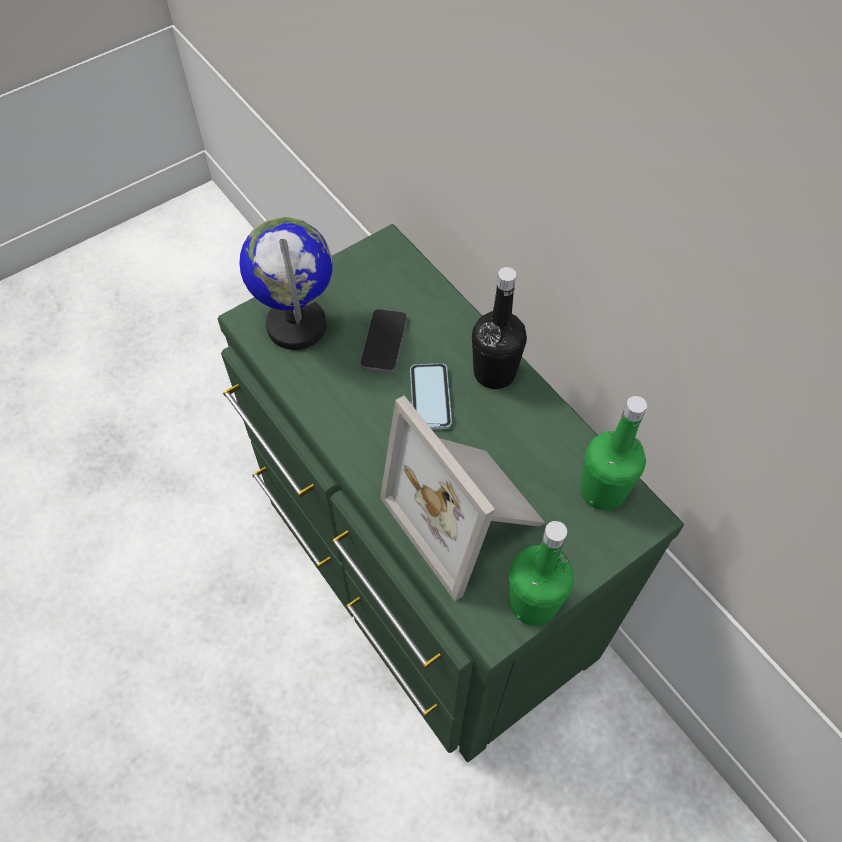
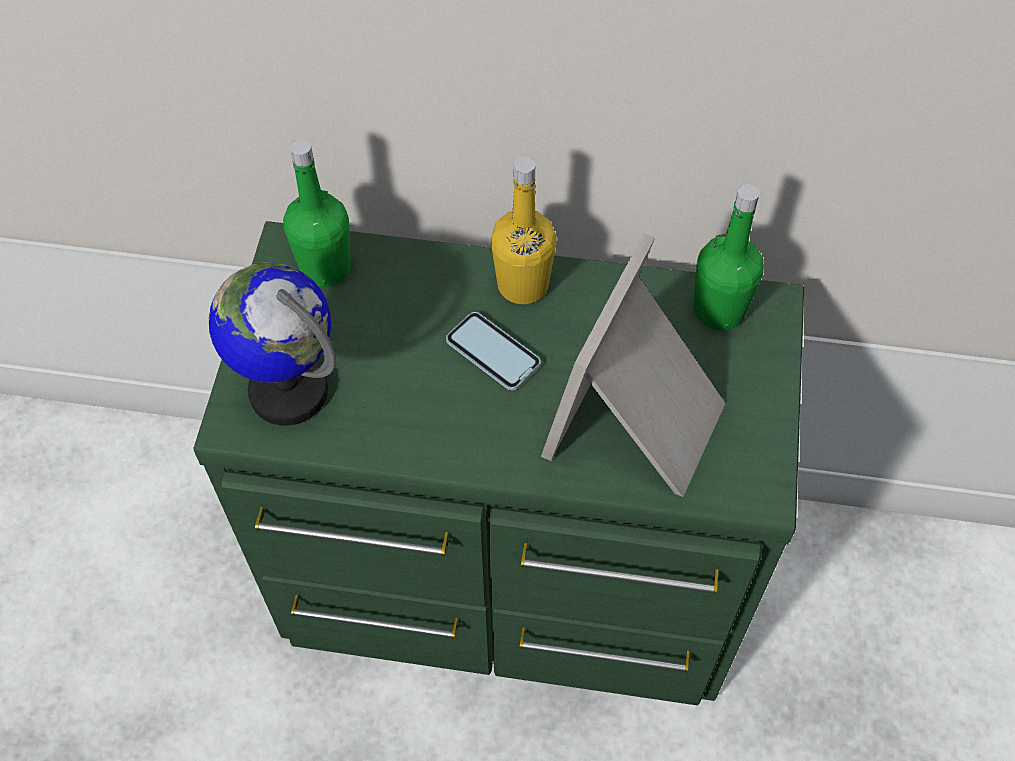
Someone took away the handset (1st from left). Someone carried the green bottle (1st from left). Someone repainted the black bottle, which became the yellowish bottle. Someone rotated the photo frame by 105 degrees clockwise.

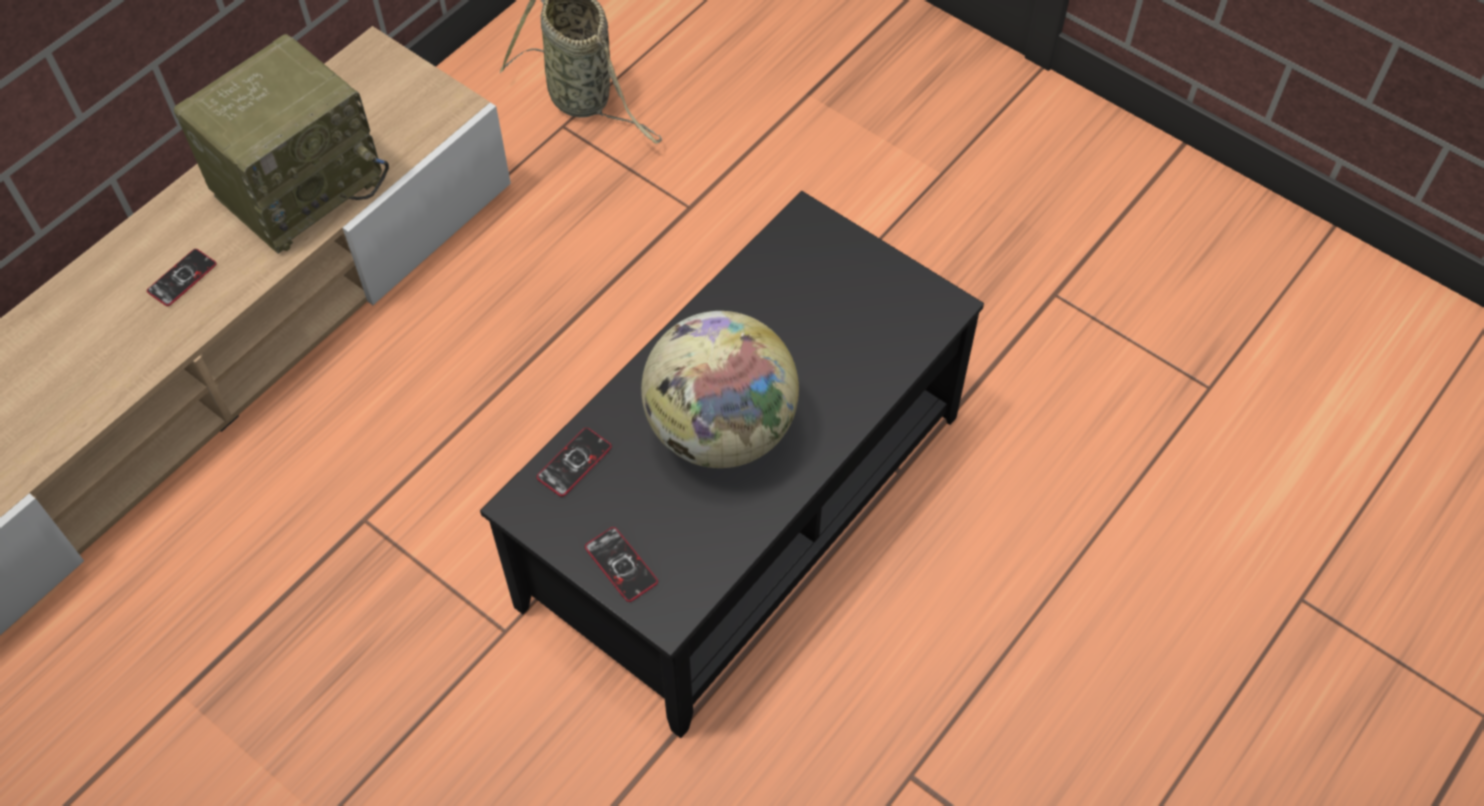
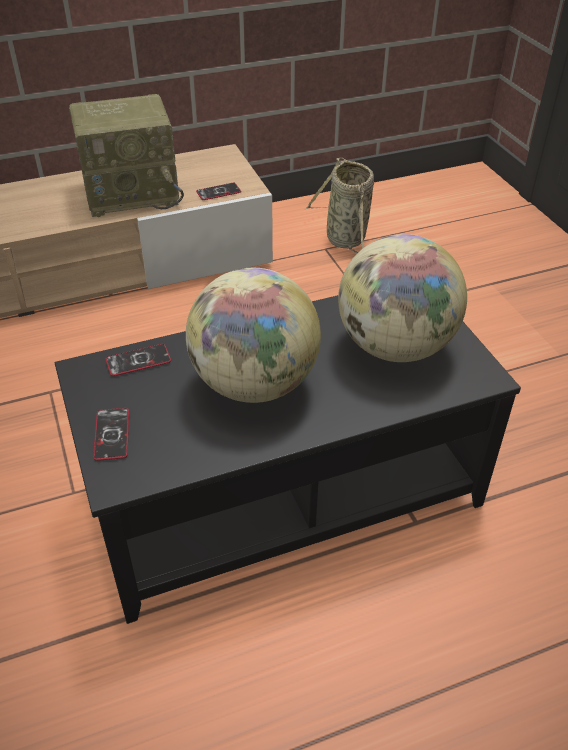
Someone put down the world globe (2nd from left). Someone carried the handset (1st from left in the first image).

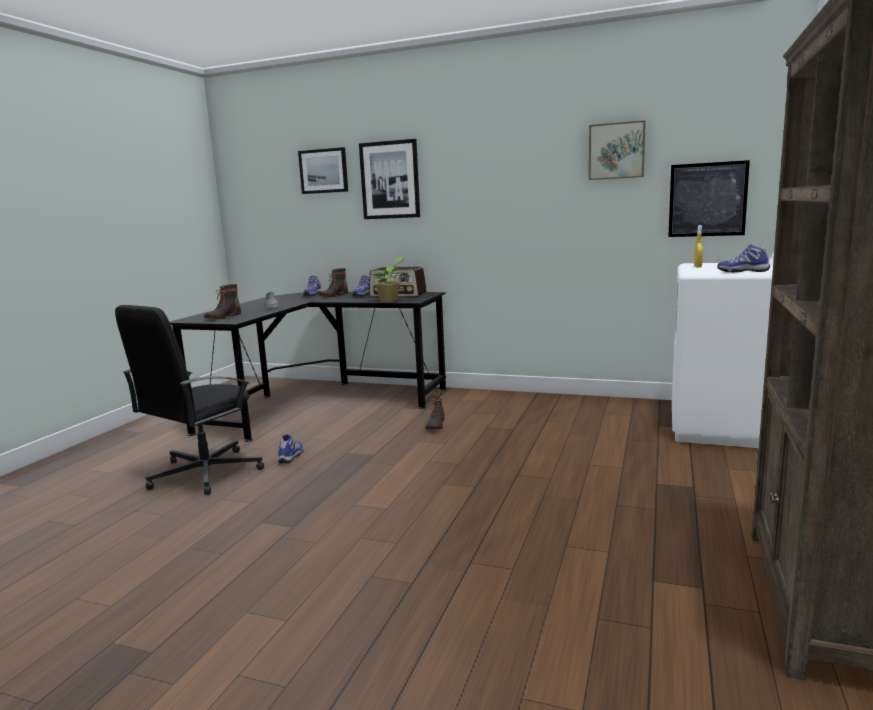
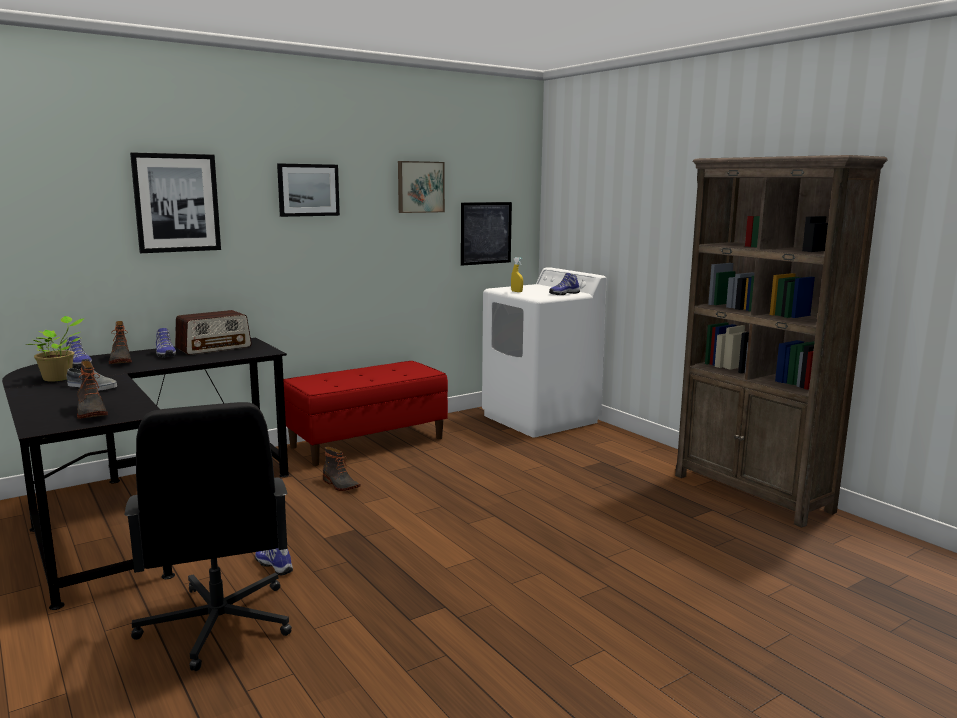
Someone put down the red-coloured bench. Someone carried the wall art (1st from left in the first image). Someone carried the houseplant.

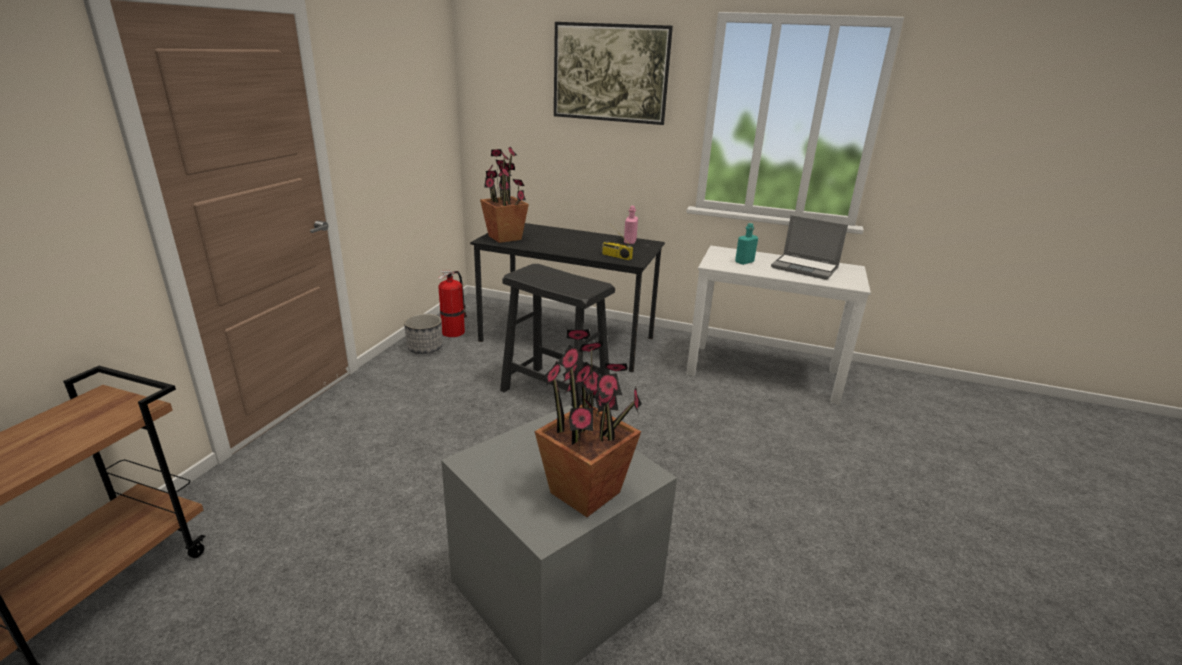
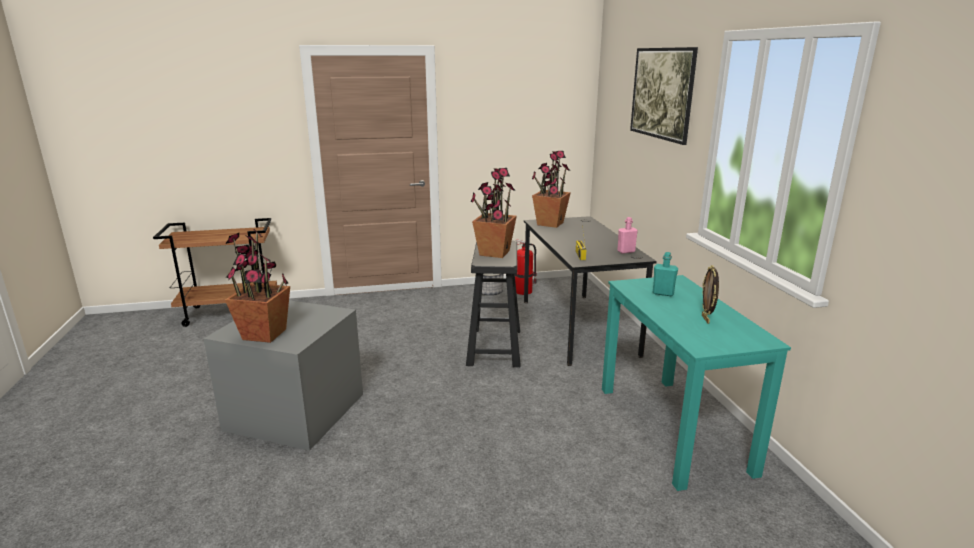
Someone put down the houseplant (2nd from left). Someone swapped the laptop for the photo frame. Someone repainted the white-coloured desk table, which became the blue-green desk table.

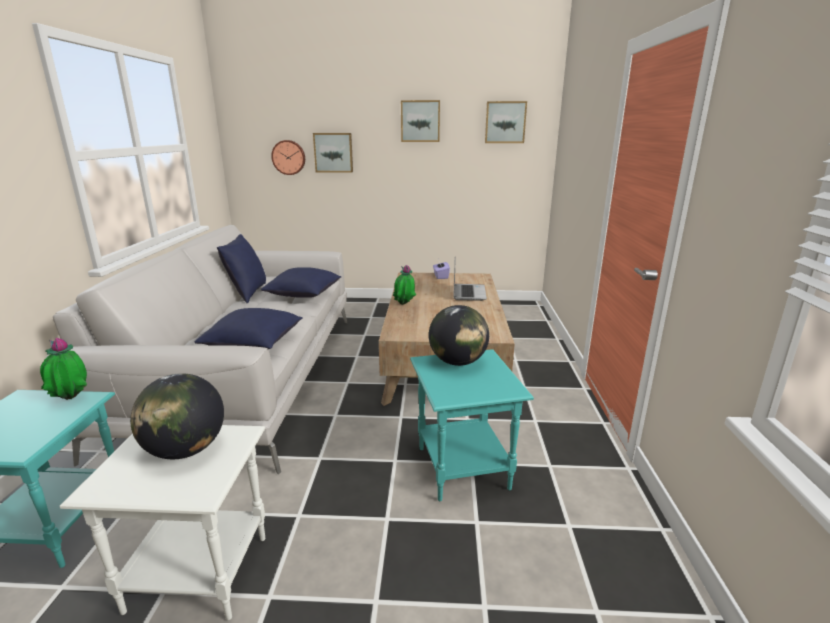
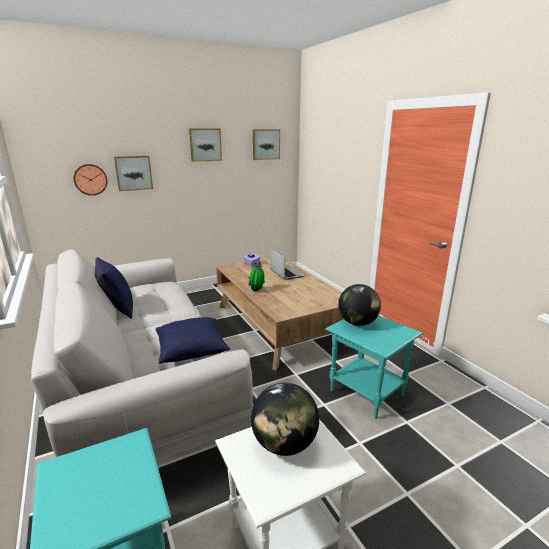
Someone took away the houseplant (1st from left). Someone took away the blue pillow (3rd from left).

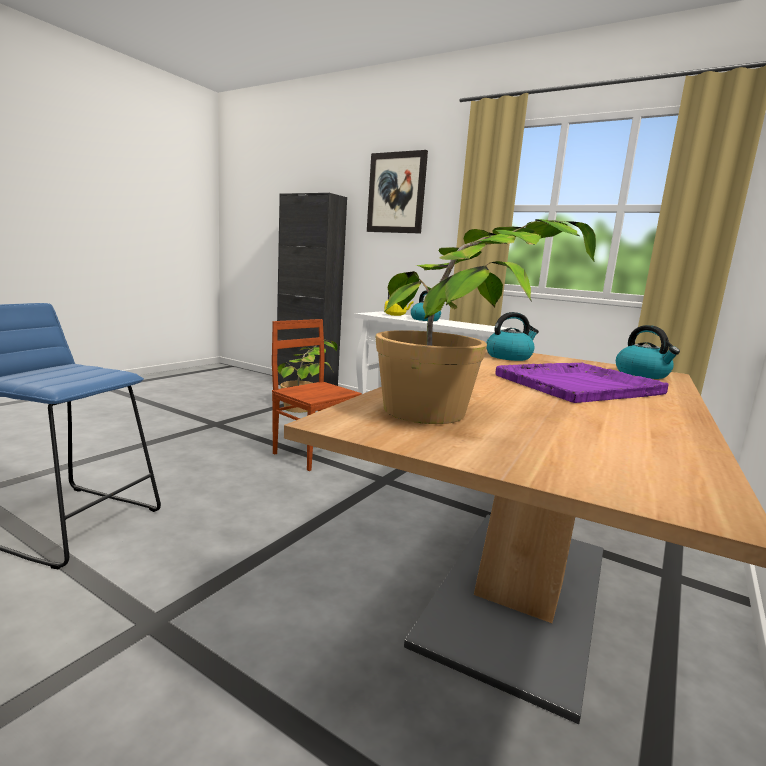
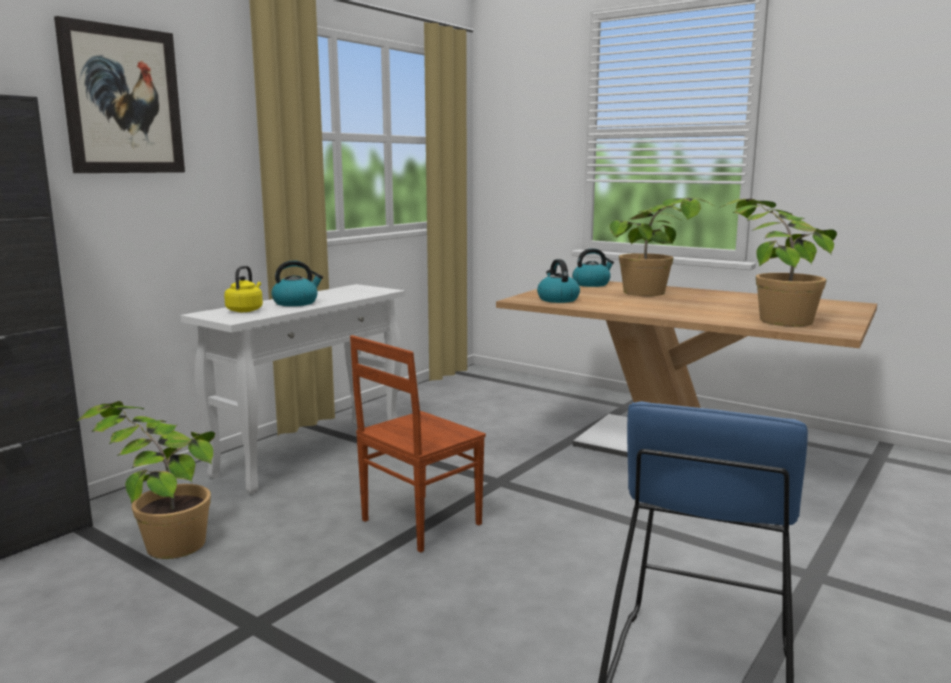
Someone swapped the purplish carrying tray for the houseplant (2nd from left).

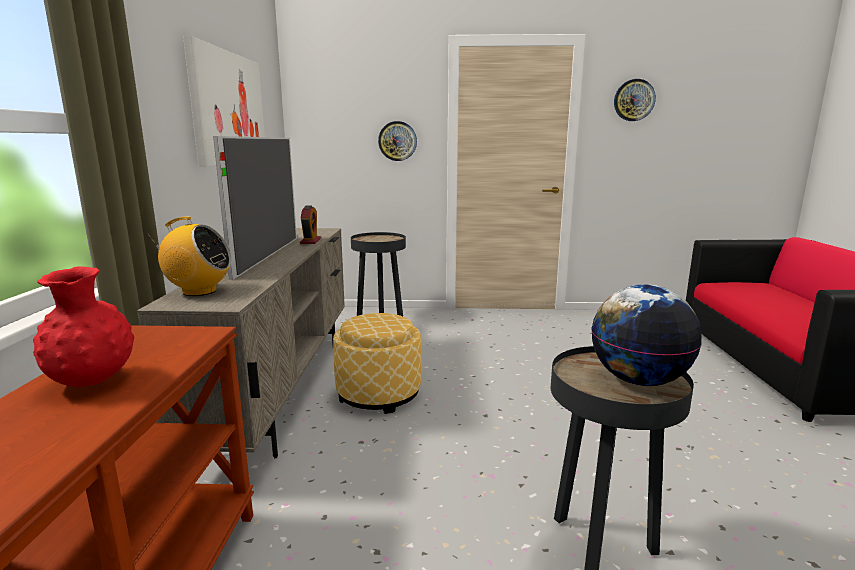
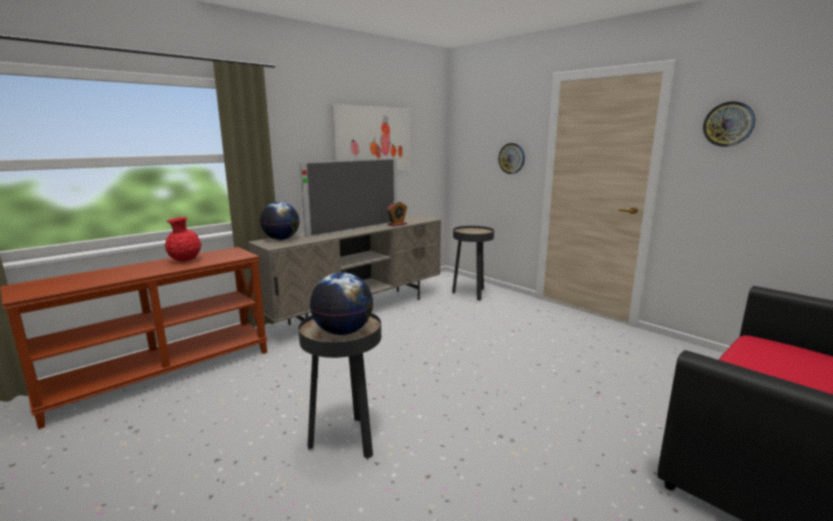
Someone took away the pouffe. Someone swapped the radio for the world globe (1st from left).

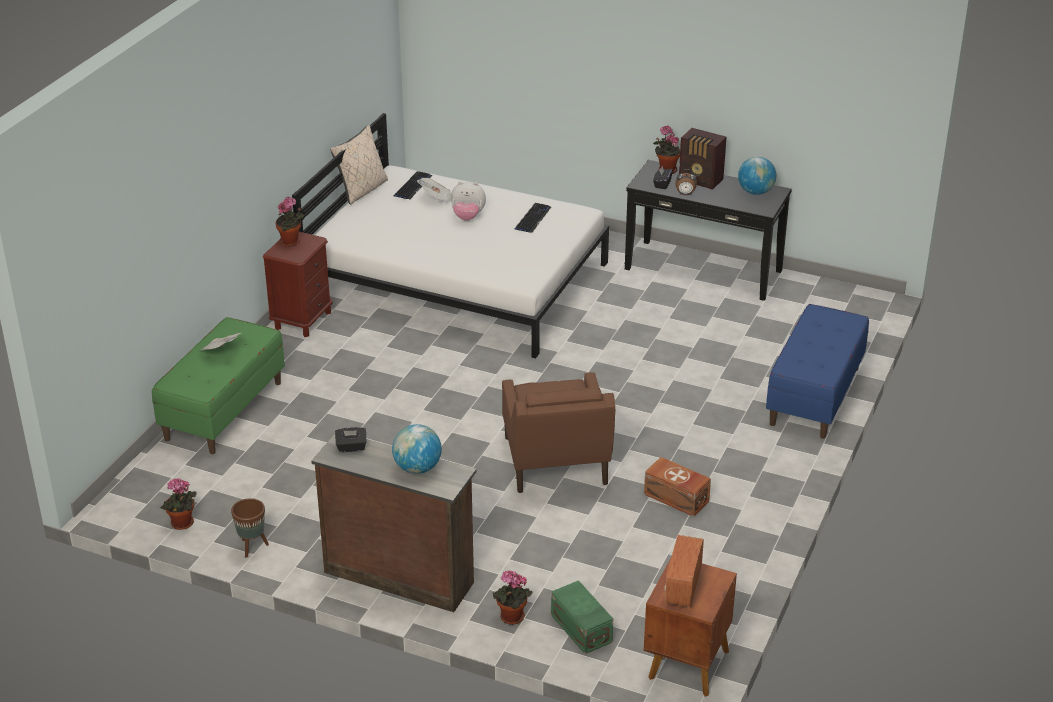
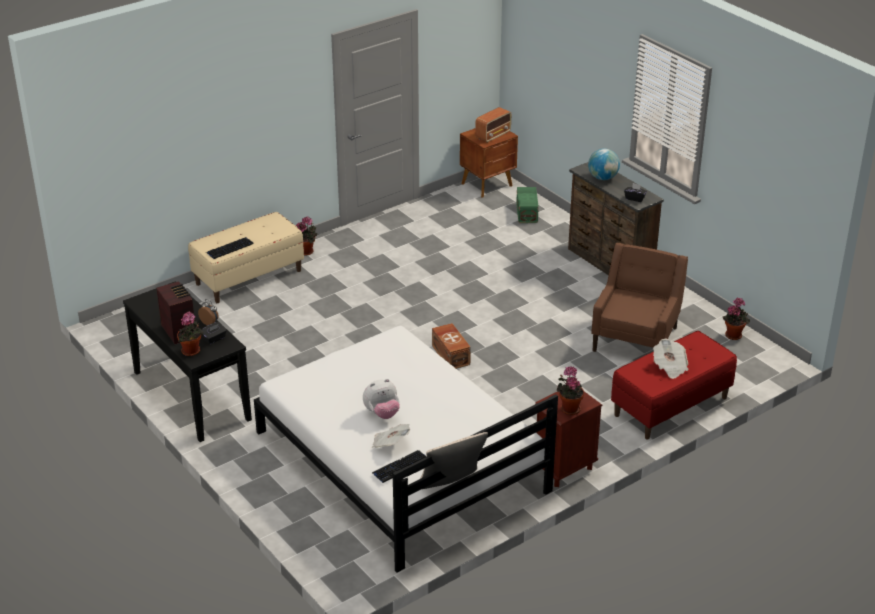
Someone took away the brown-coloured plant pot. Someone took away the world globe (2nd from left). Someone carried the houseplant (3rd from left in the first image). Someone carried the brown-coloured lounge chair. Someone carried the PC keyboard (2nd from left in the first image). Someone carried the brown-coloured storage bin. Someone repainted the green bench, which became the red-coloured bench. Someone repainted the blue bench, which became the beige-coloured bench. Someone rotated the cuddly toy by 120 degrees clockwise.

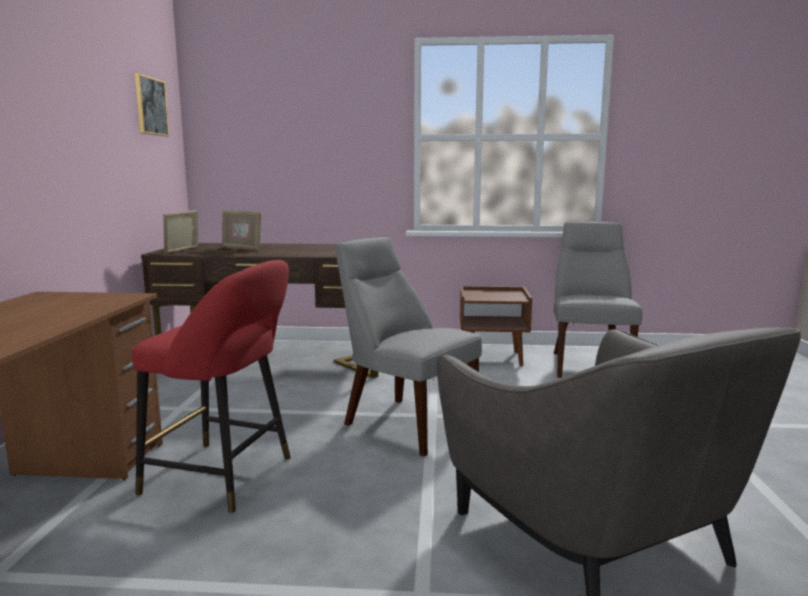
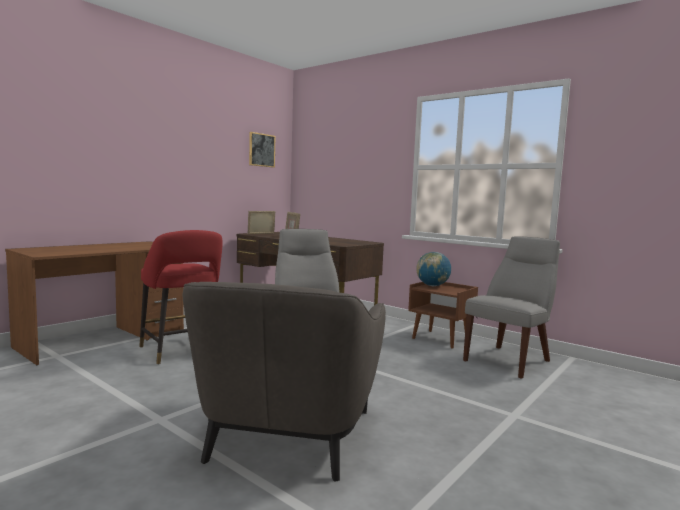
Someone put down the world globe.

